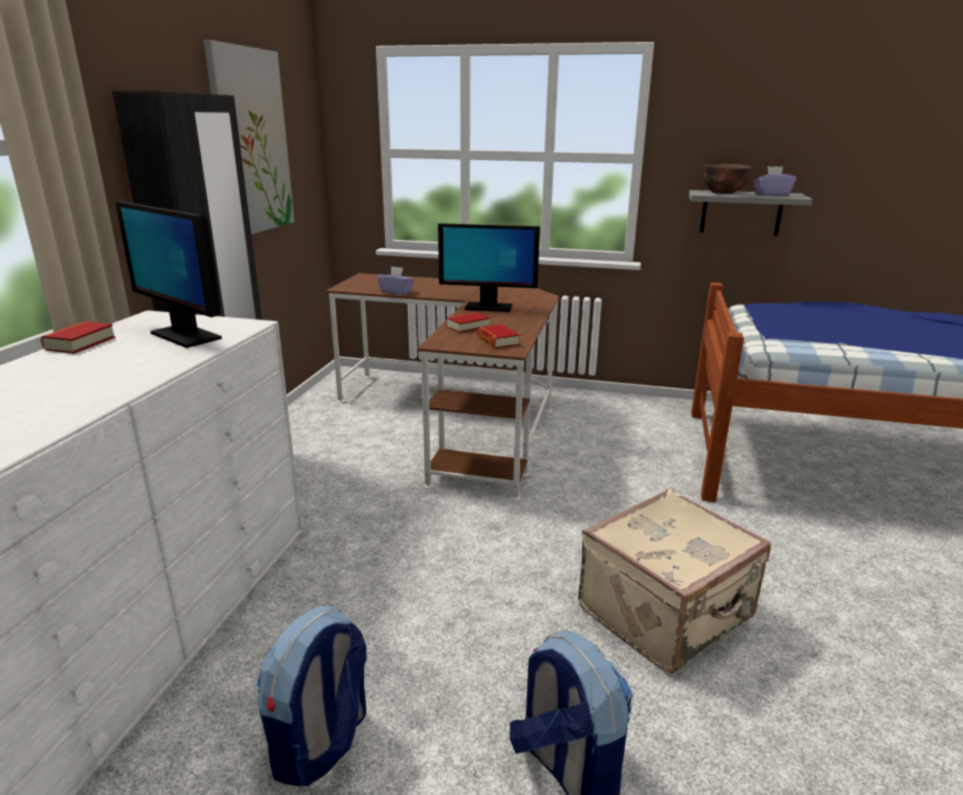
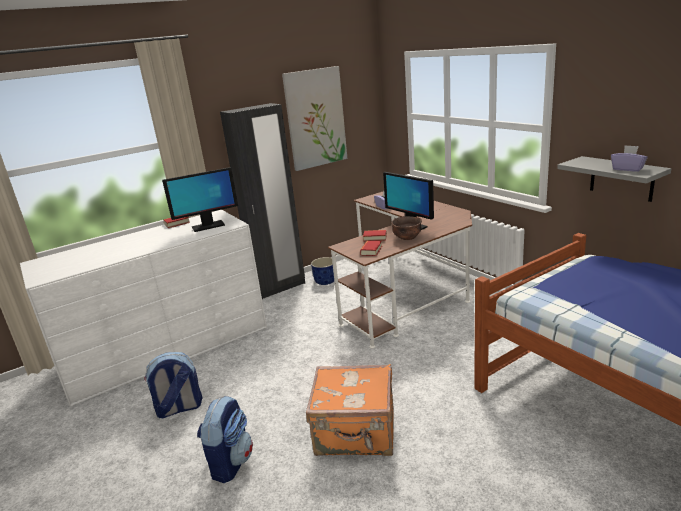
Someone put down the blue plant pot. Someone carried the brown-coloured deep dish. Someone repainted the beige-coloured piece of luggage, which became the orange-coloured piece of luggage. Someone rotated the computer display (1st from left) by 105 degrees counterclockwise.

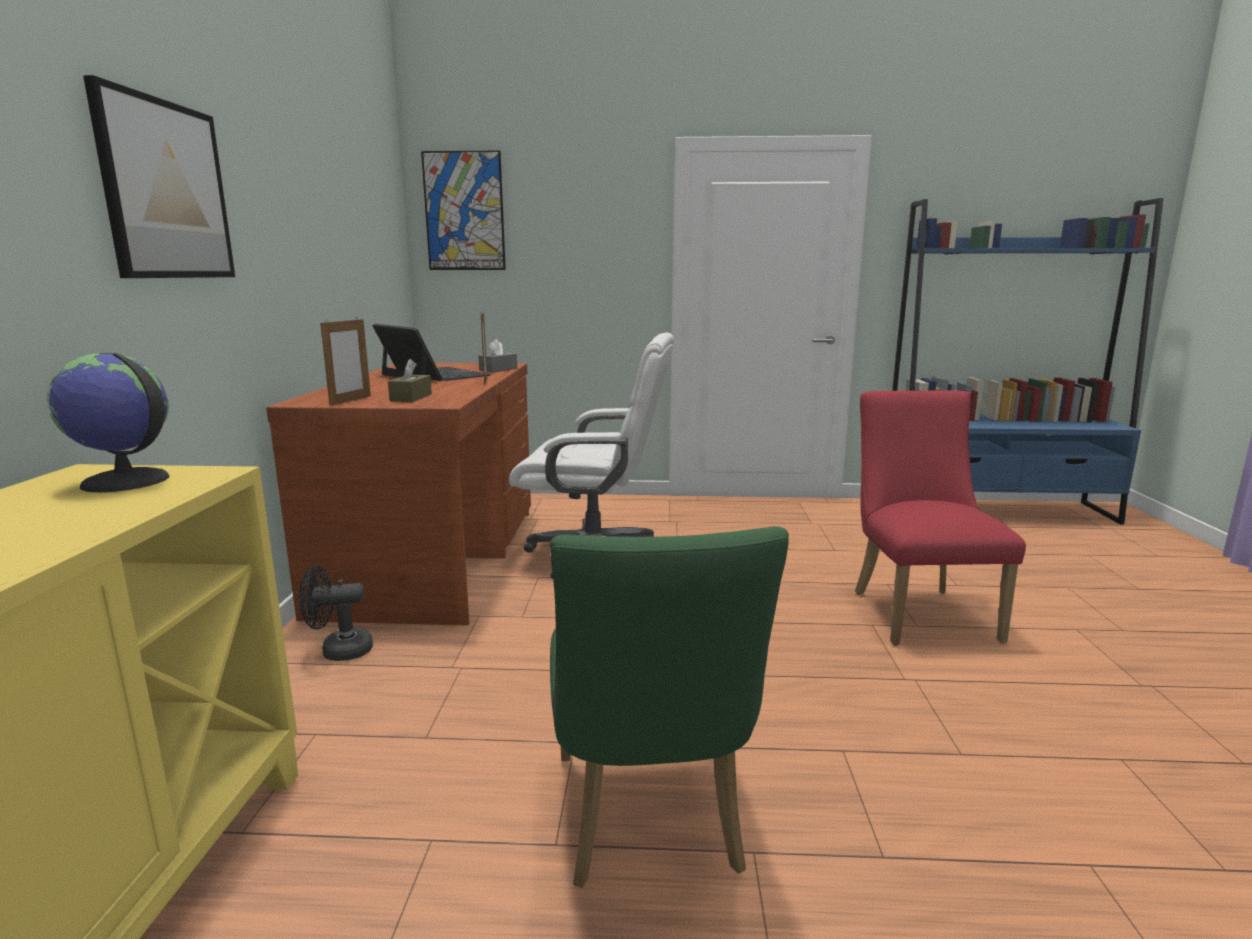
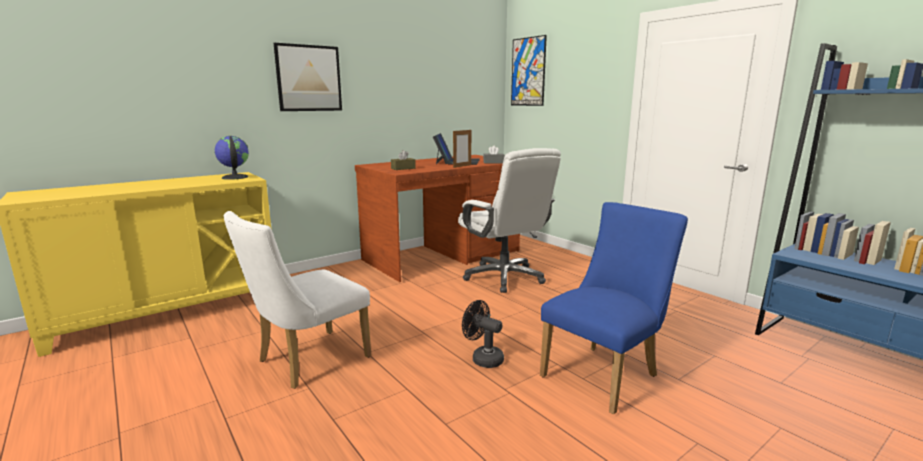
Someone took away the photo frame (1st from left). Someone carried the black electric fan. Someone repainted the green plain chair, which became the white-coloured plain chair. Someone repainted the red-coloured plain chair, which became the blue plain chair.

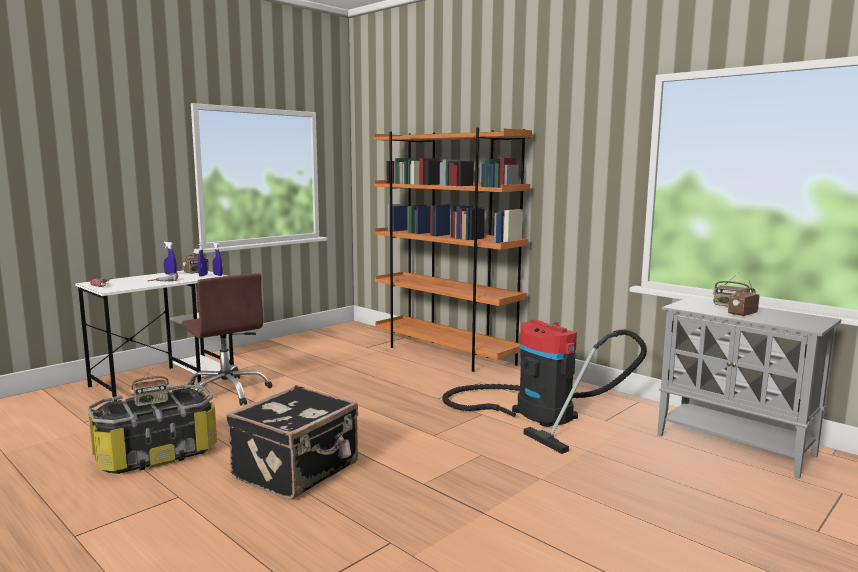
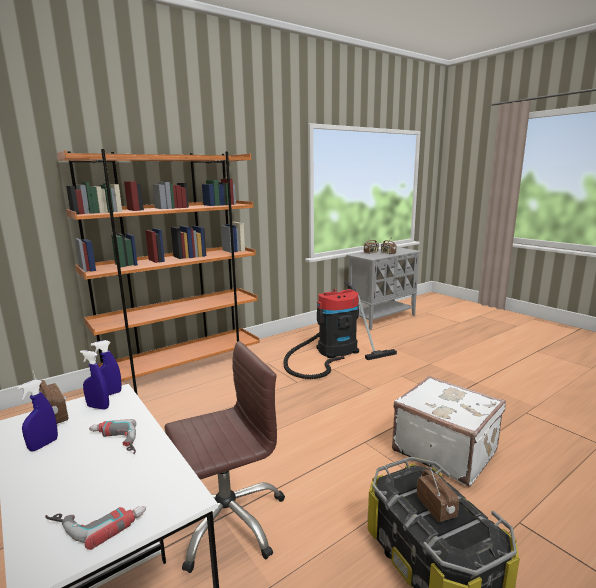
Someone repainted the black piece of luggage, which became the white-coloured piece of luggage.

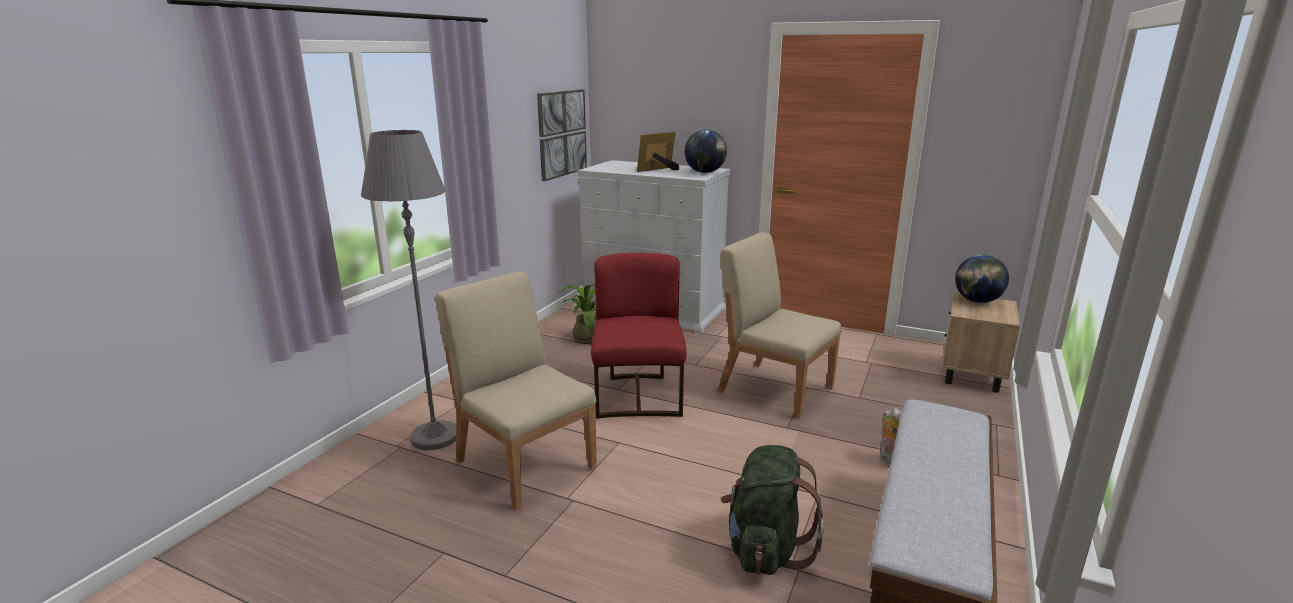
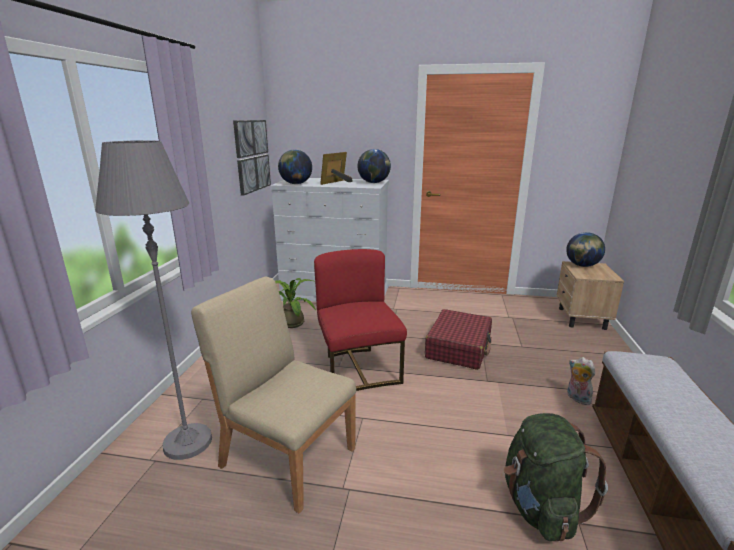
Someone put down the world globe (1st from left). Someone swapped the beige-coloured plain chair (2nd from left) for the red-coloured piece of luggage.

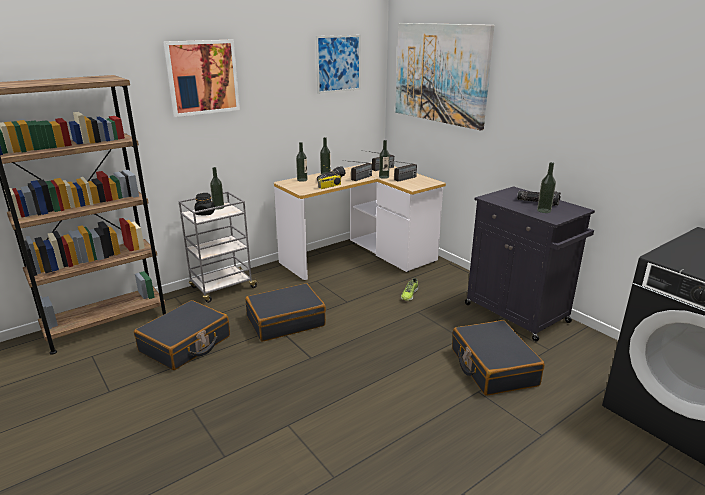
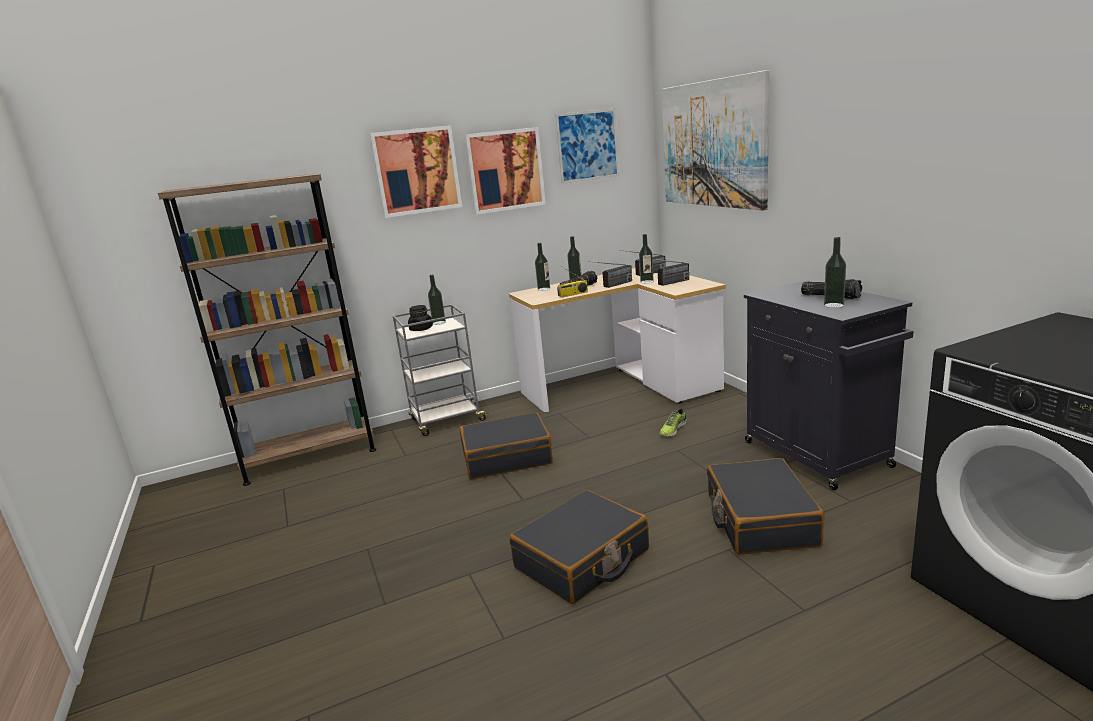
Someone put up the wall art (2nd from left). Someone carried the black piece of luggage (1st from left in the first image).

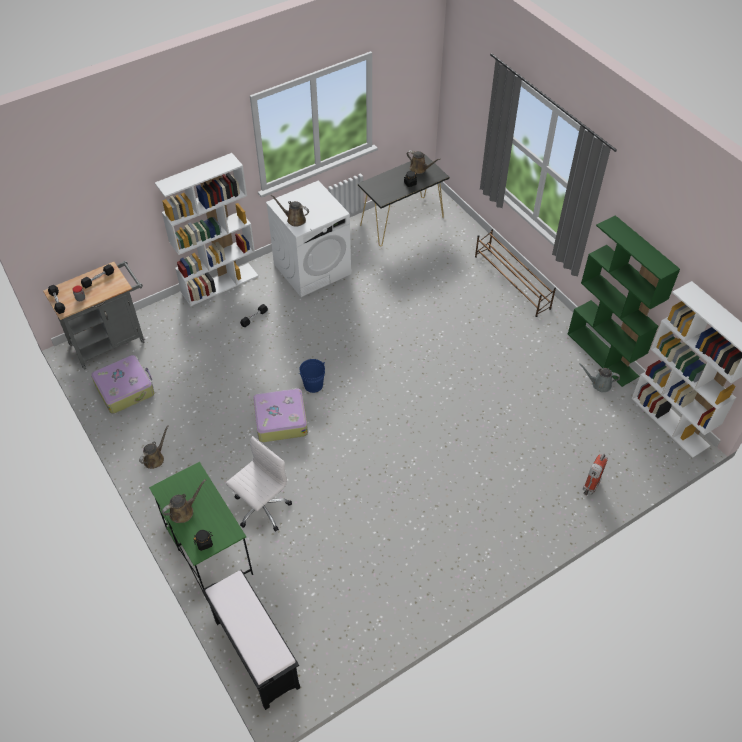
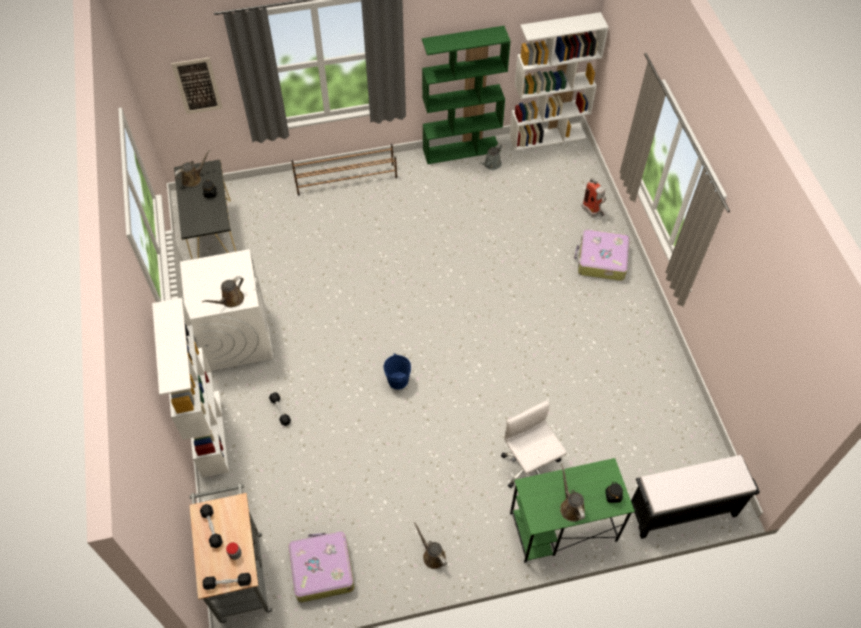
Someone put up the wall art. Someone carried the piece of luggage (2nd from left).

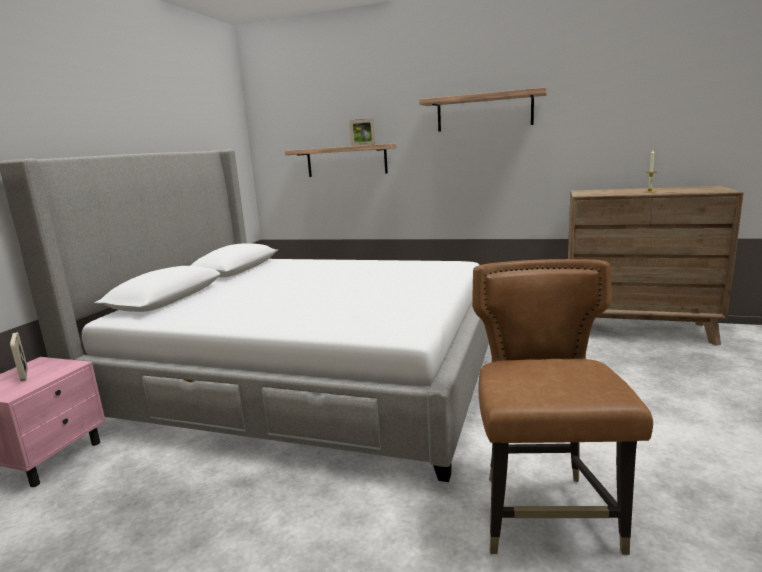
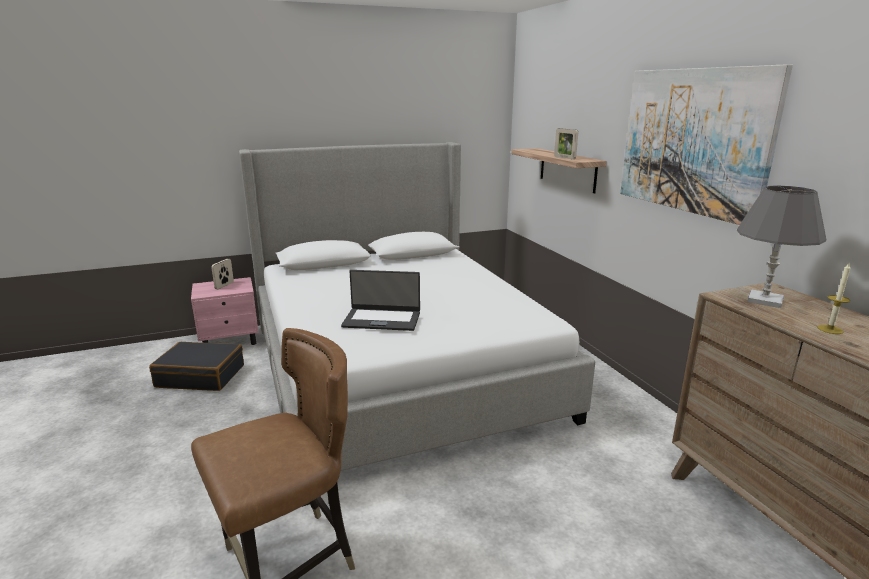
Someone put down the black piece of luggage. Someone put down the laptop. Someone put down the greyish table lamp. Someone swapped the bracket shelf (2nd from left) for the wall art.

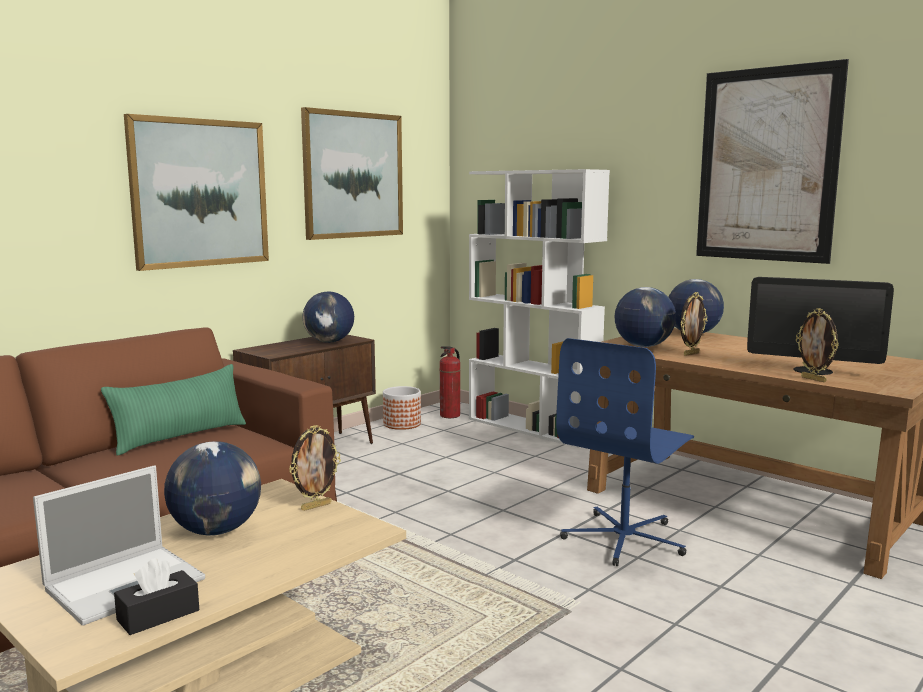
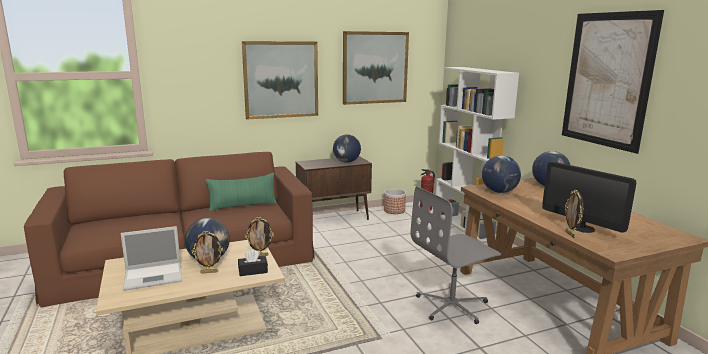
Someone carried the black tissue box. Someone carried the photo frame (2nd from left in the first image). Someone repainted the blue desk chair, which became the greyish desk chair.

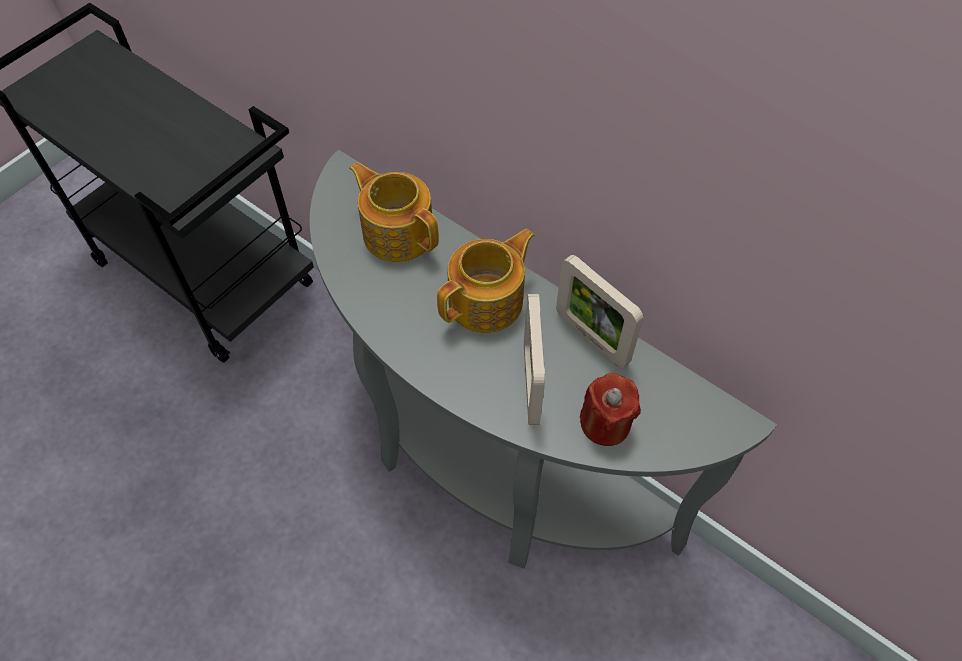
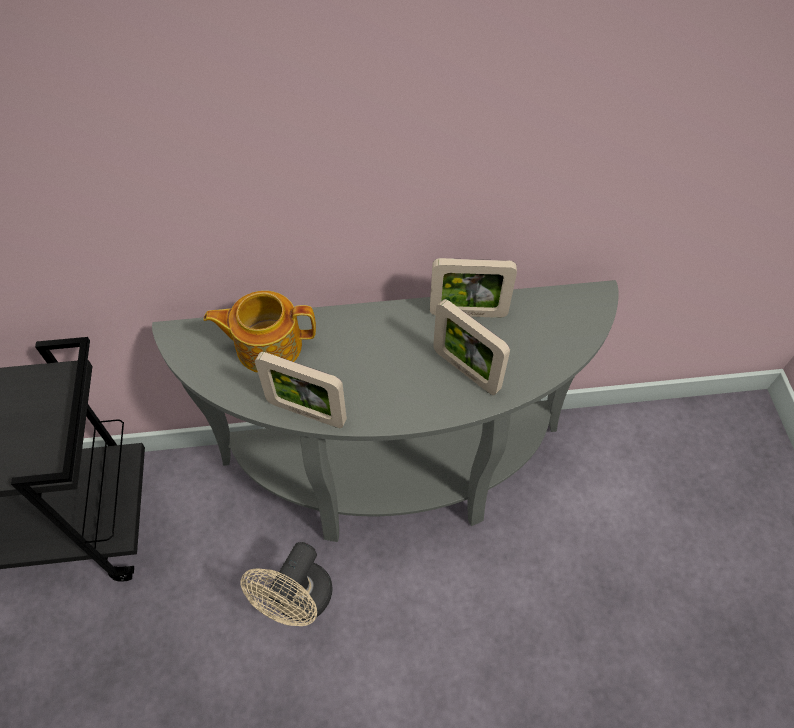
Someone took away the tea pot (2nd from left). Someone took away the red-coloured wax candle. Someone put down the beige-coloured electric fan. Someone put down the photo frame (1st from left).

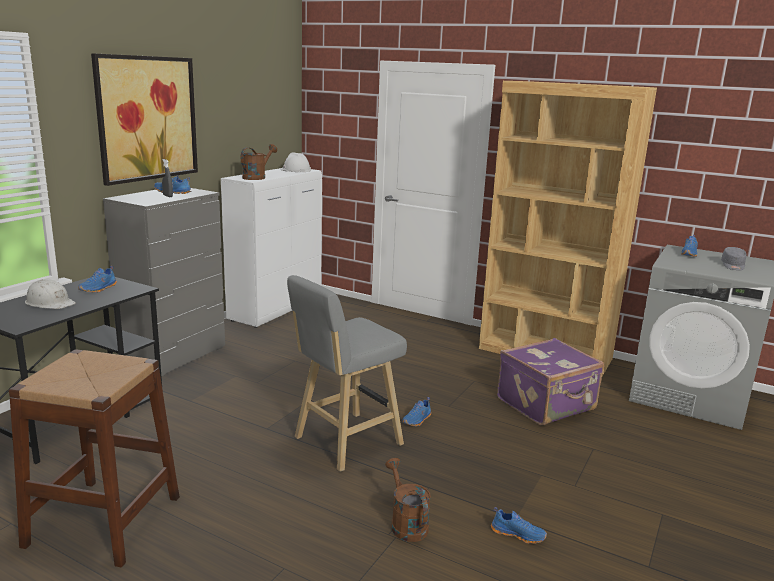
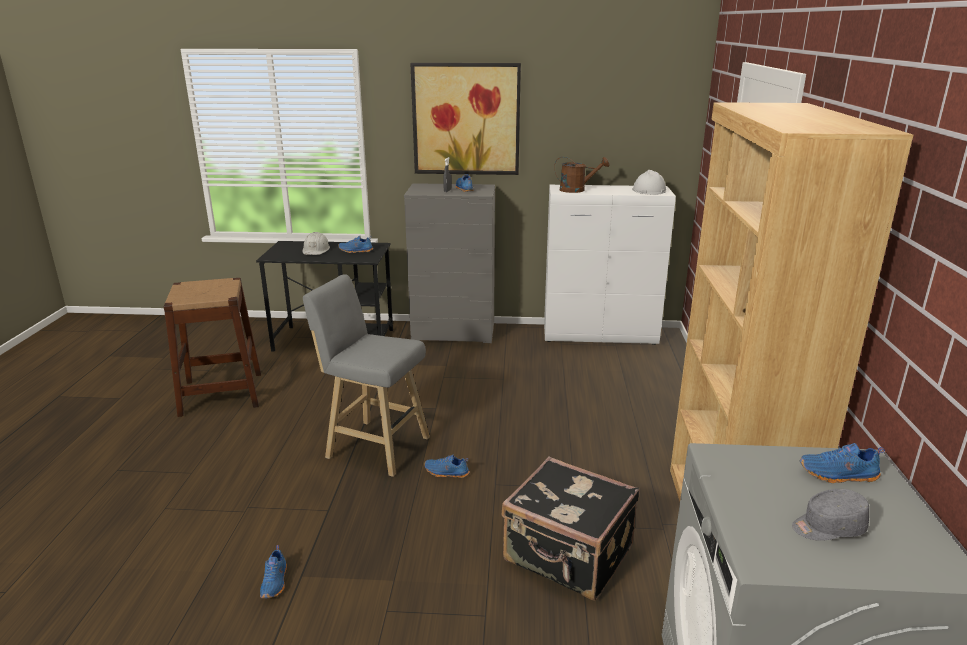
Someone took away the brown-coloured sprinkling can (2nd from left). Someone repainted the purplish piece of luggage, which became the black piece of luggage.

